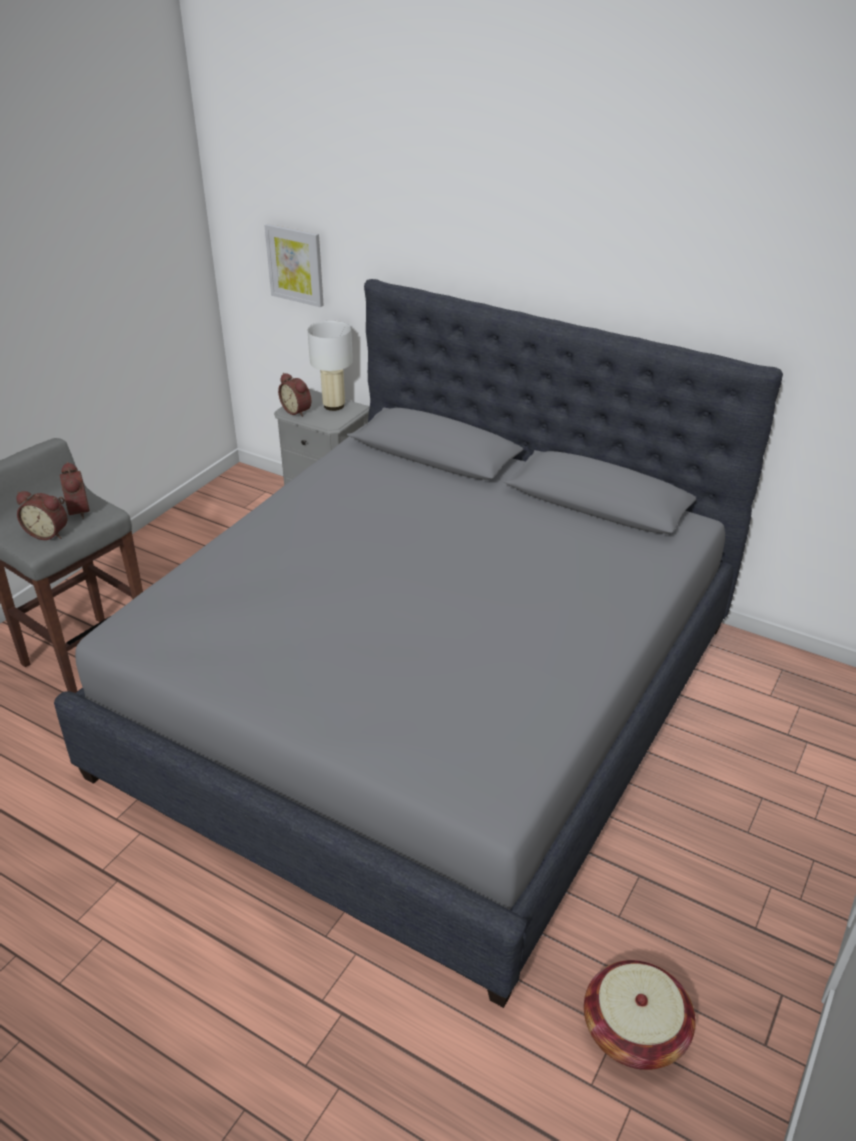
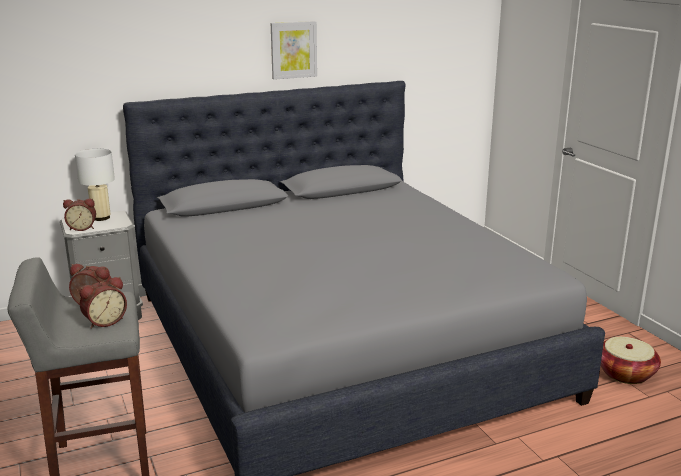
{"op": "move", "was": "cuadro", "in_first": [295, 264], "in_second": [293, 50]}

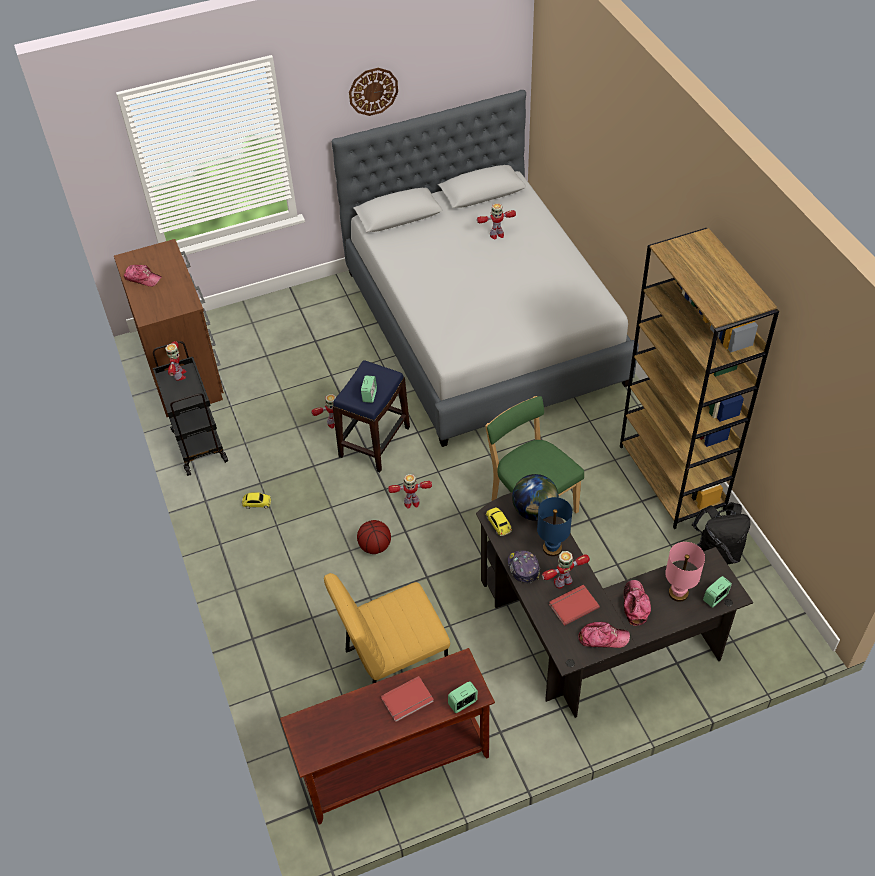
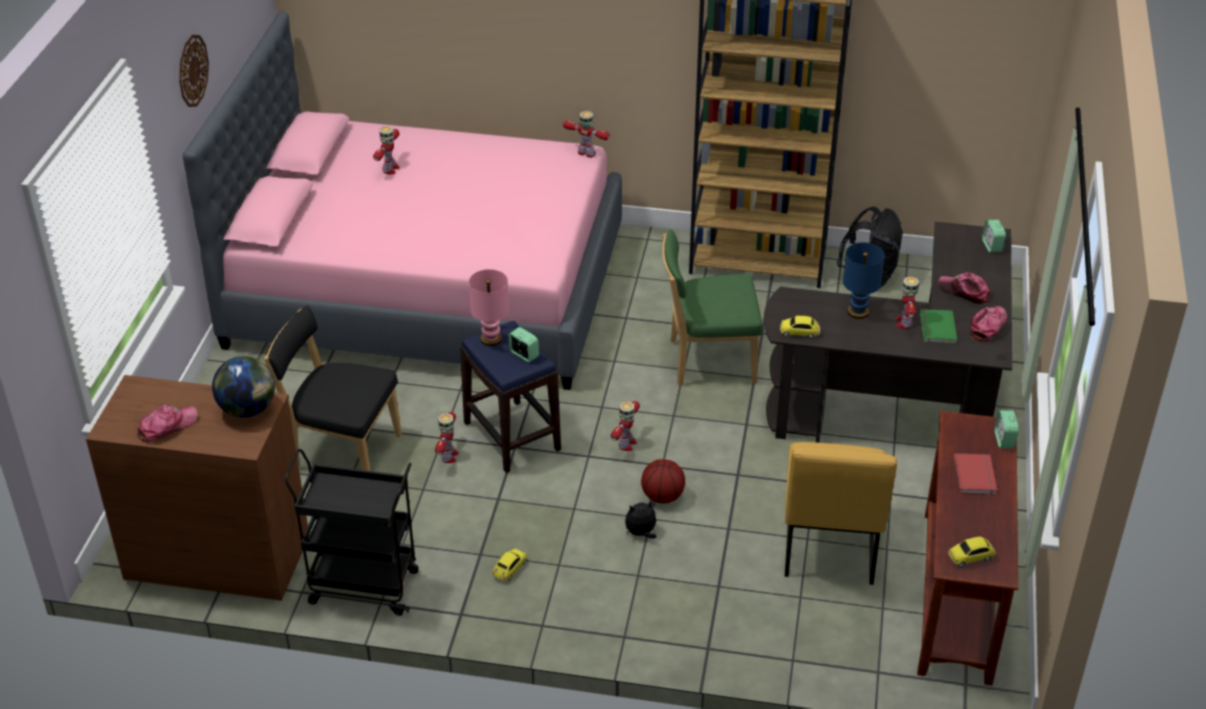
{"op": "delete", "was": "gorra", "in_first": [523, 568]}
{"op": "insert", "now": "silla [negro]", "in_second": [342, 451]}
{"op": "insert", "now": "peluche", "in_second": [641, 533]}
{"op": "insert", "now": "coche de juguete", "in_second": [971, 557]}
{"op": "move", "was": "robot de juguete", "in_first": [179, 375], "in_second": [587, 153]}
{"op": "move", "was": "globo terráqueo", "in_first": [534, 511], "in_second": [248, 409]}
{"op": "move", "was": "lámpara de mesa [rosa]", "in_first": [678, 593], "in_second": [491, 339]}
{"op": "recolor", "was": "cama [gris]", "now": "cama [rosa]", "in_first": [483, 326], "in_second": [427, 287]}
{"op": "recolor", "was": "libro [rojo]", "now": "libro [verde]", "in_first": [572, 605], "in_second": [936, 328]}

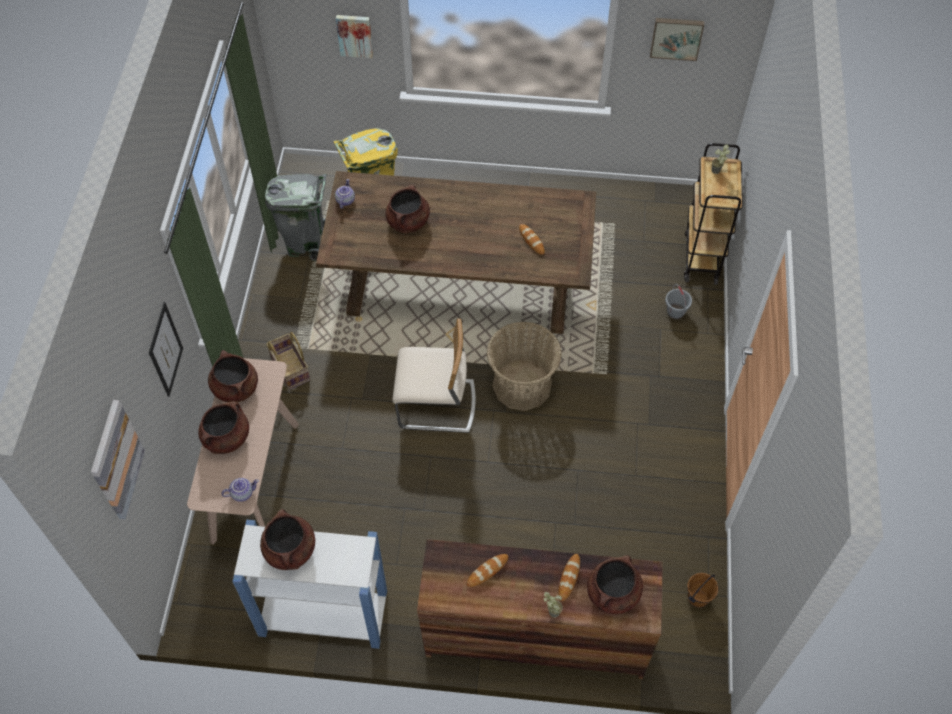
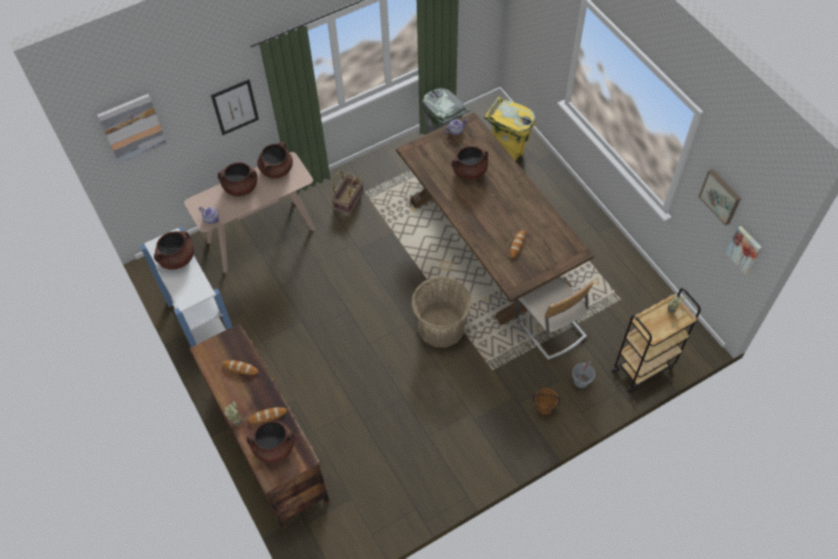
{"op": "move", "was": "cuadro", "in_first": [355, 35], "in_second": [745, 249]}
{"op": "move", "was": "silla [beis]", "in_first": [436, 405], "in_second": [550, 328]}
{"op": "move", "was": "cubo [marrón]", "in_first": [697, 598], "in_second": [544, 408]}

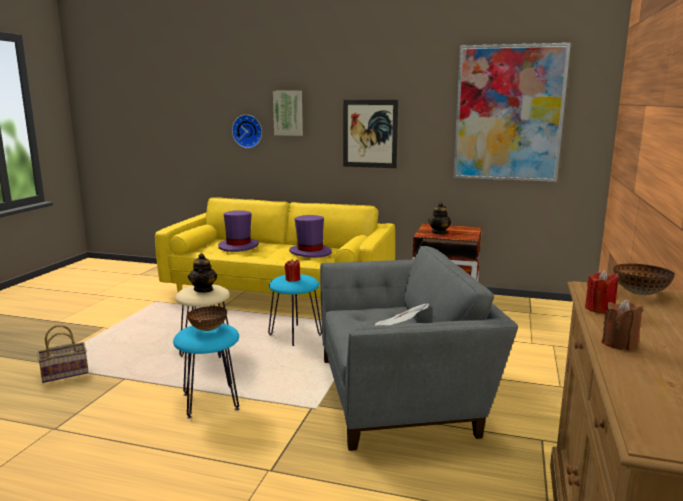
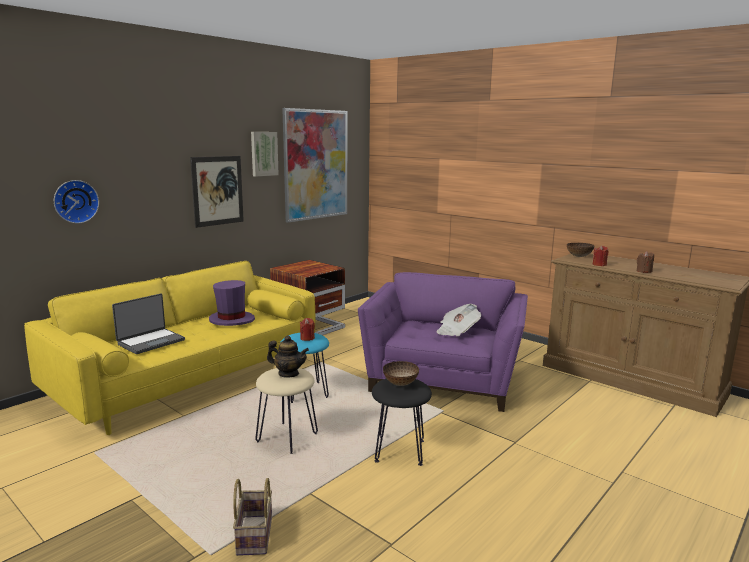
{"op": "delete", "was": "tetera", "in_first": [439, 232]}
{"op": "move", "was": "cuadro", "in_first": [288, 113], "in_second": [263, 153]}
{"op": "replace", "was": "sombrero [morado]", "now": "portátil", "in_first": [238, 246], "in_second": [150, 342]}
{"op": "recolor", "was": "taburete [turquesa]", "now": "taburete [negro]", "in_first": [211, 402], "in_second": [400, 450]}
{"op": "recolor", "was": "sillón [gris]", "now": "sillón [morado]", "in_first": [401, 394], "in_second": [443, 379]}

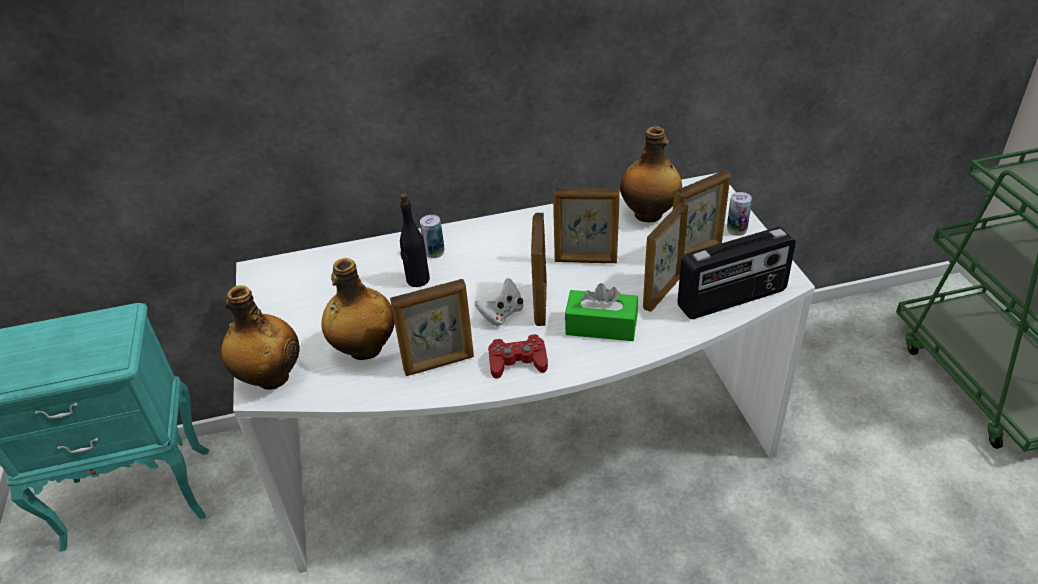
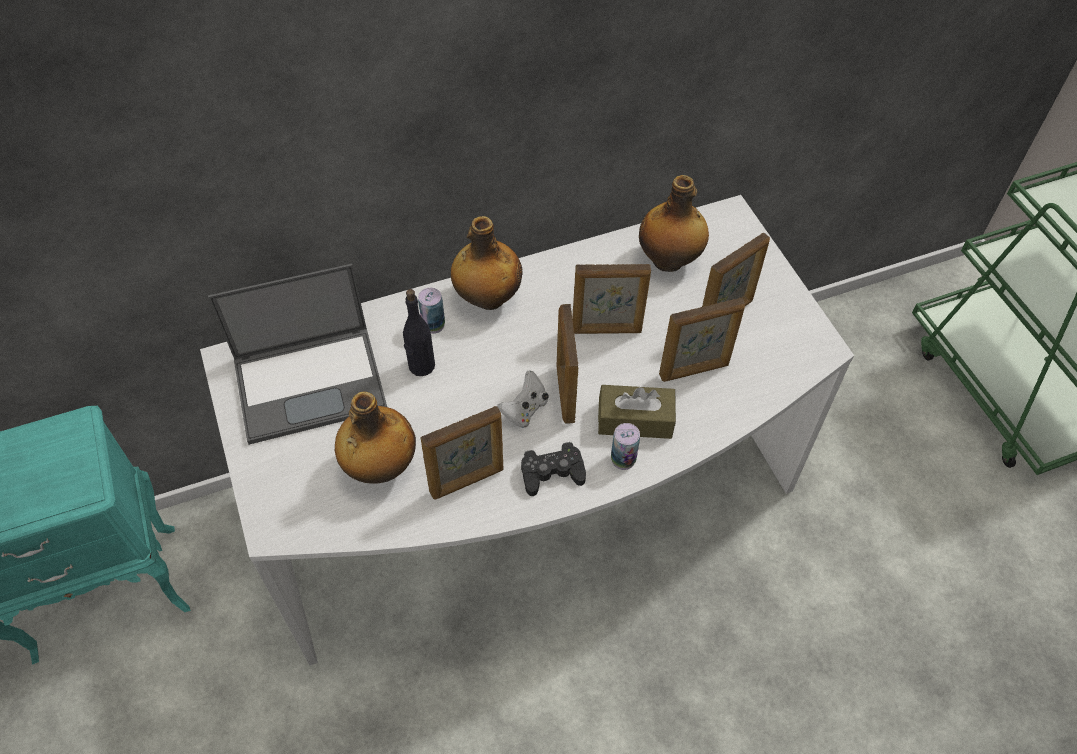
{"op": "delete", "was": "radio", "in_first": [732, 299]}
{"op": "insert", "now": "portátil", "in_second": [312, 382]}
{"op": "move", "was": "botella", "in_first": [270, 378], "in_second": [487, 298]}
{"op": "move", "was": "lata", "in_first": [736, 230], "in_second": [623, 459]}
{"op": "recolor", "was": "mando de consola [rojo]", "now": "mando de consola [negro]", "in_first": [518, 362], "in_second": [552, 473]}
{"op": "recolor", "was": "caja de pañuelos [verde]", "now": "caja de pañuelos [marrón]", "in_first": [601, 326], "in_second": [635, 420]}
{"op": "rotate", "was": "portarretratos", "in_first": [662, 292], "in_second": [694, 370], "clockwise": -135}

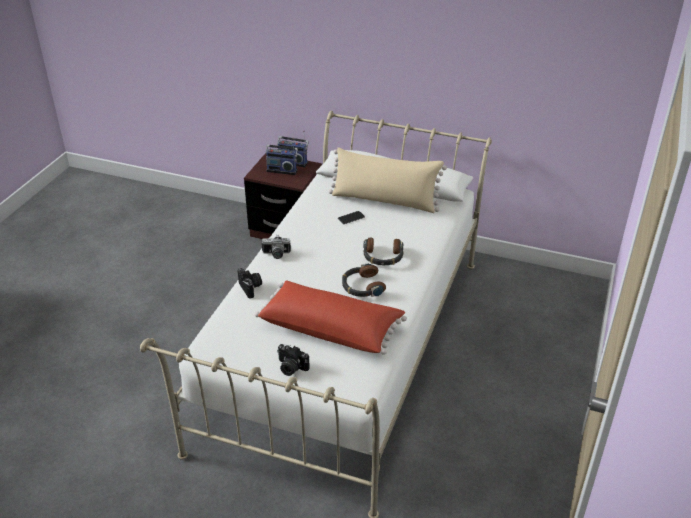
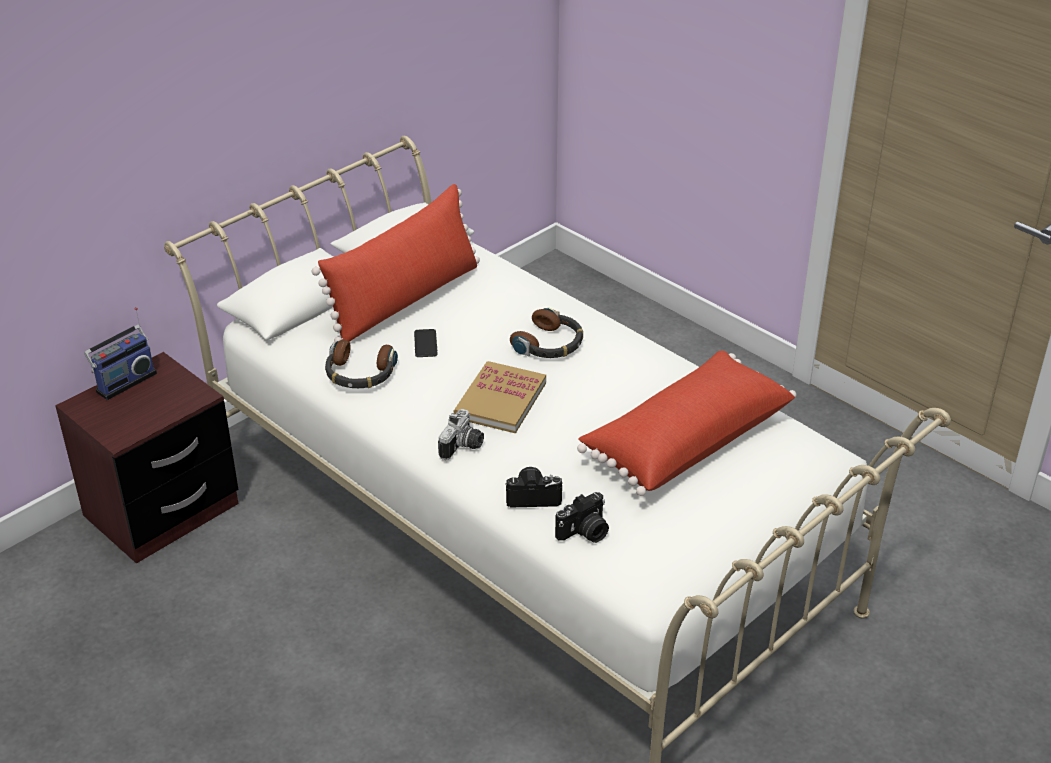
{"op": "delete", "was": "radio", "in_first": [282, 170]}
{"op": "insert", "now": "libro", "in_second": [500, 400]}
{"op": "move", "was": "cámara", "in_first": [291, 368], "in_second": [584, 533]}
{"op": "move", "was": "auriculares", "in_first": [362, 286], "in_second": [359, 373]}
{"op": "recolor", "was": "cojín [beis]", "now": "cojín [rojo]", "in_first": [384, 201], "in_second": [405, 299]}

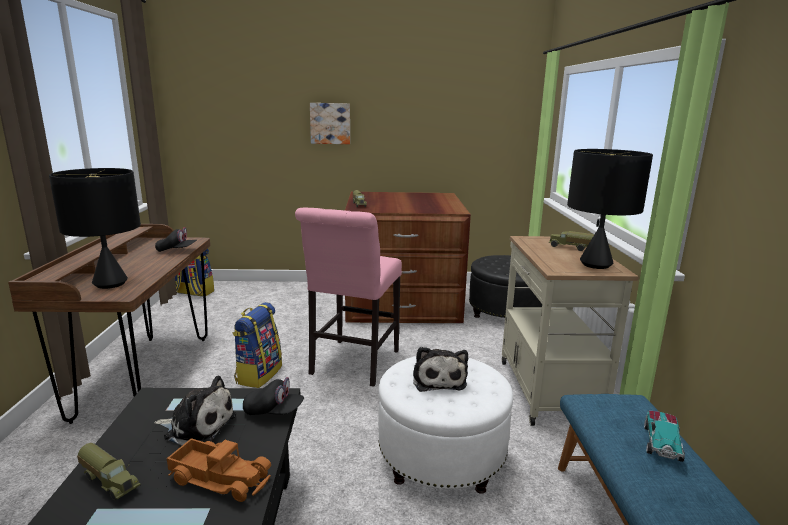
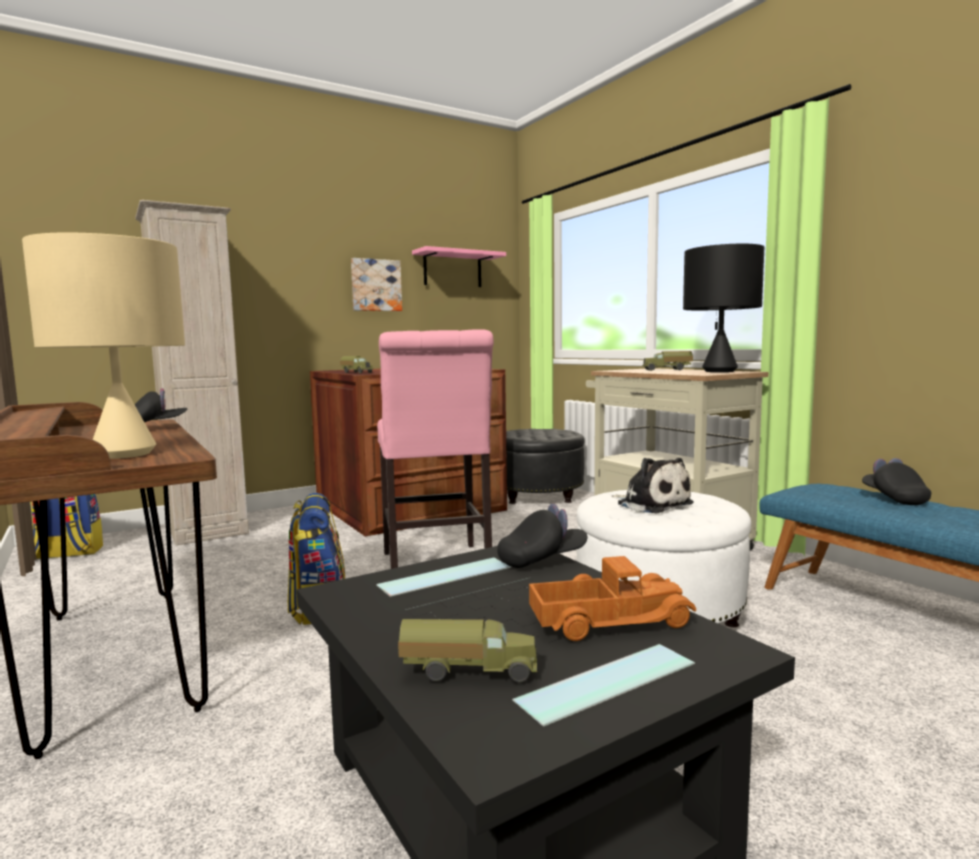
{"op": "delete", "was": "peluche", "in_first": [197, 426]}
{"op": "insert", "now": "armario [beis]", "in_second": [208, 529]}
{"op": "insert", "now": "estante [rosa]", "in_second": [452, 269]}
{"op": "move", "was": "cuadro", "in_first": [330, 123], "in_second": [375, 285]}
{"op": "replace", "was": "coche de juguete", "now": "gorra [negro]", "in_first": [662, 442], "in_second": [894, 498]}
{"op": "recolor", "was": "lámpara de mesa [negro]", "now": "lámpara de mesa [beis]", "in_first": [110, 284], "in_second": [124, 454]}

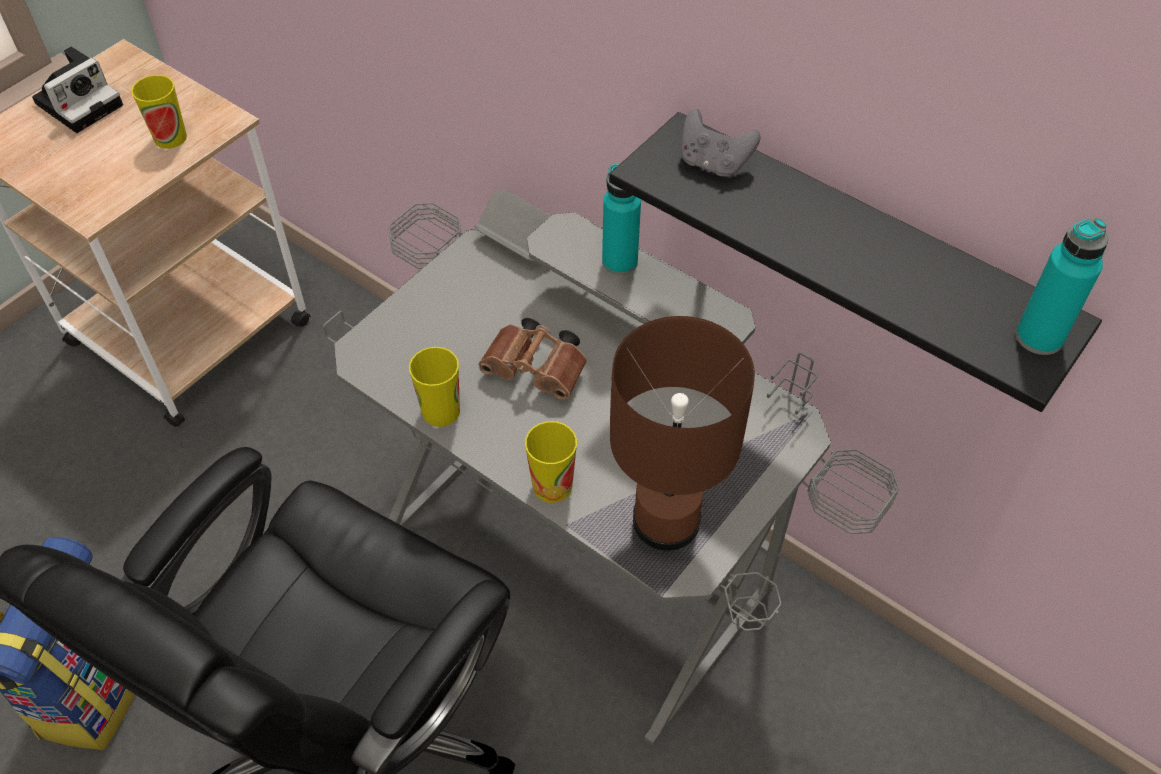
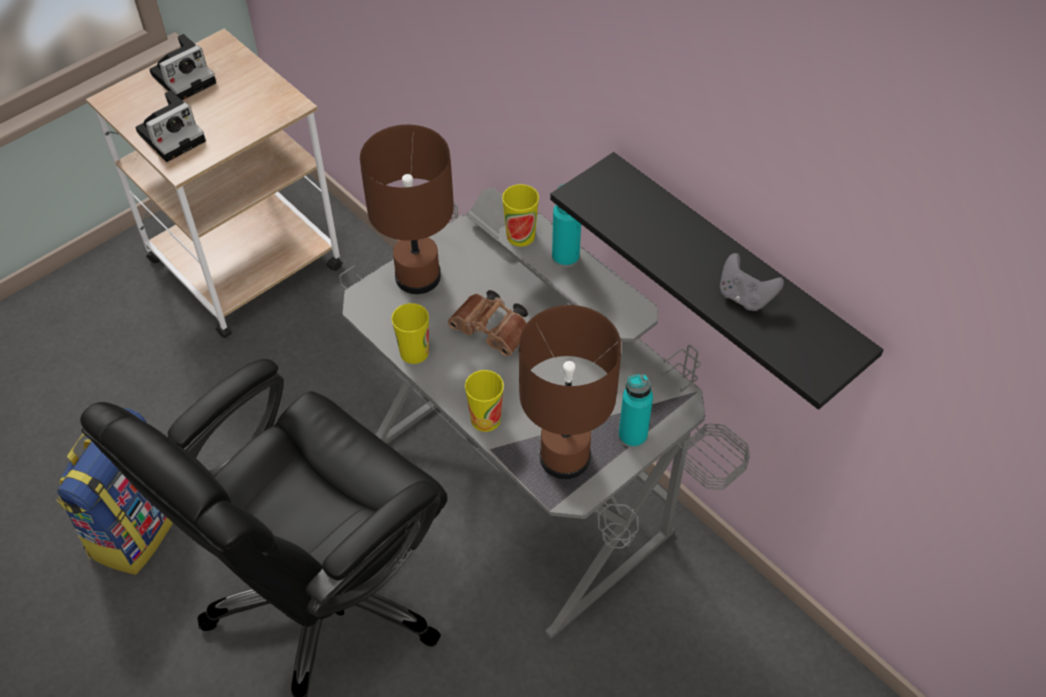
{"op": "insert", "now": "cámara", "in_second": [173, 135]}
{"op": "insert", "now": "lámpara de mesa [marrón]", "in_second": [419, 277]}
{"op": "move", "was": "taza", "in_first": [170, 137], "in_second": [520, 236]}
{"op": "move", "was": "mando de consola [gris]", "in_first": [713, 164], "in_second": [745, 297]}
{"op": "move", "was": "botella [turquesa]", "in_first": [1039, 337], "in_second": [632, 435]}

